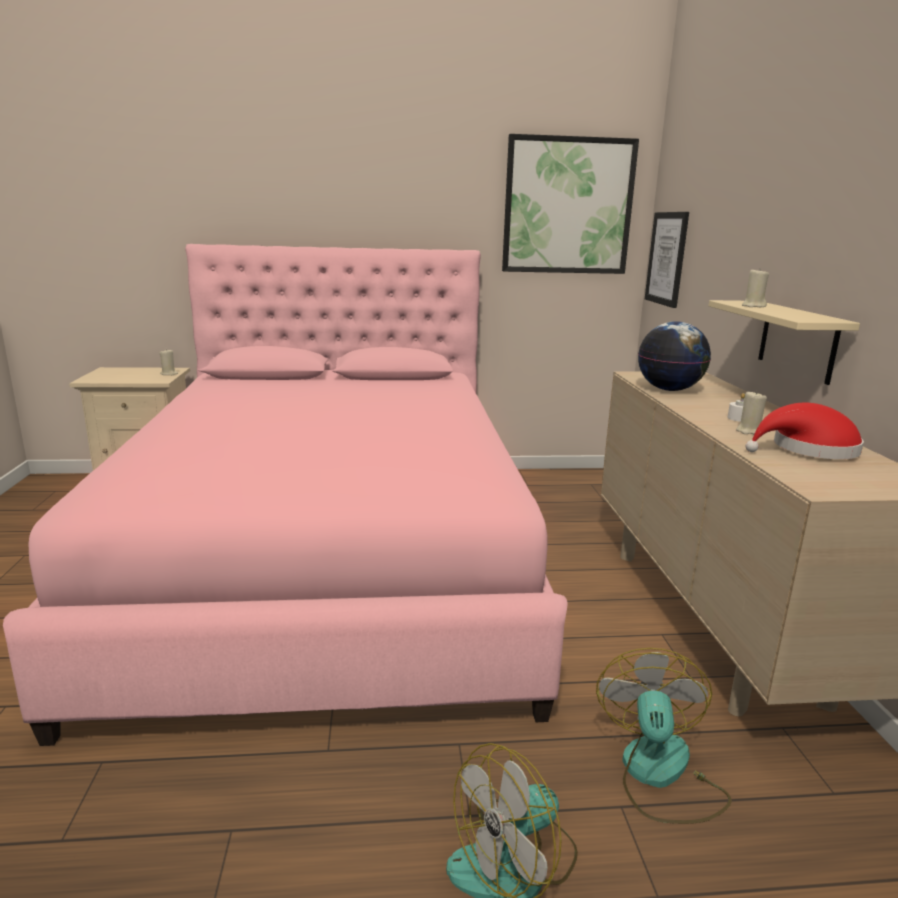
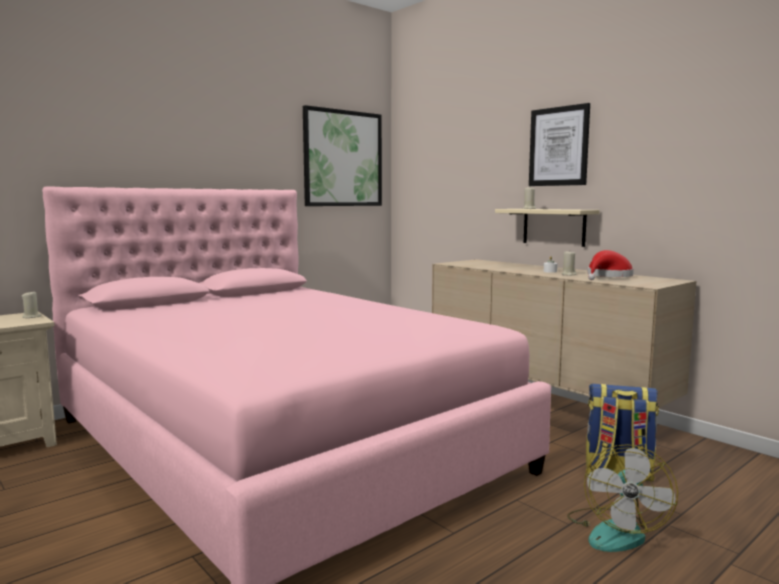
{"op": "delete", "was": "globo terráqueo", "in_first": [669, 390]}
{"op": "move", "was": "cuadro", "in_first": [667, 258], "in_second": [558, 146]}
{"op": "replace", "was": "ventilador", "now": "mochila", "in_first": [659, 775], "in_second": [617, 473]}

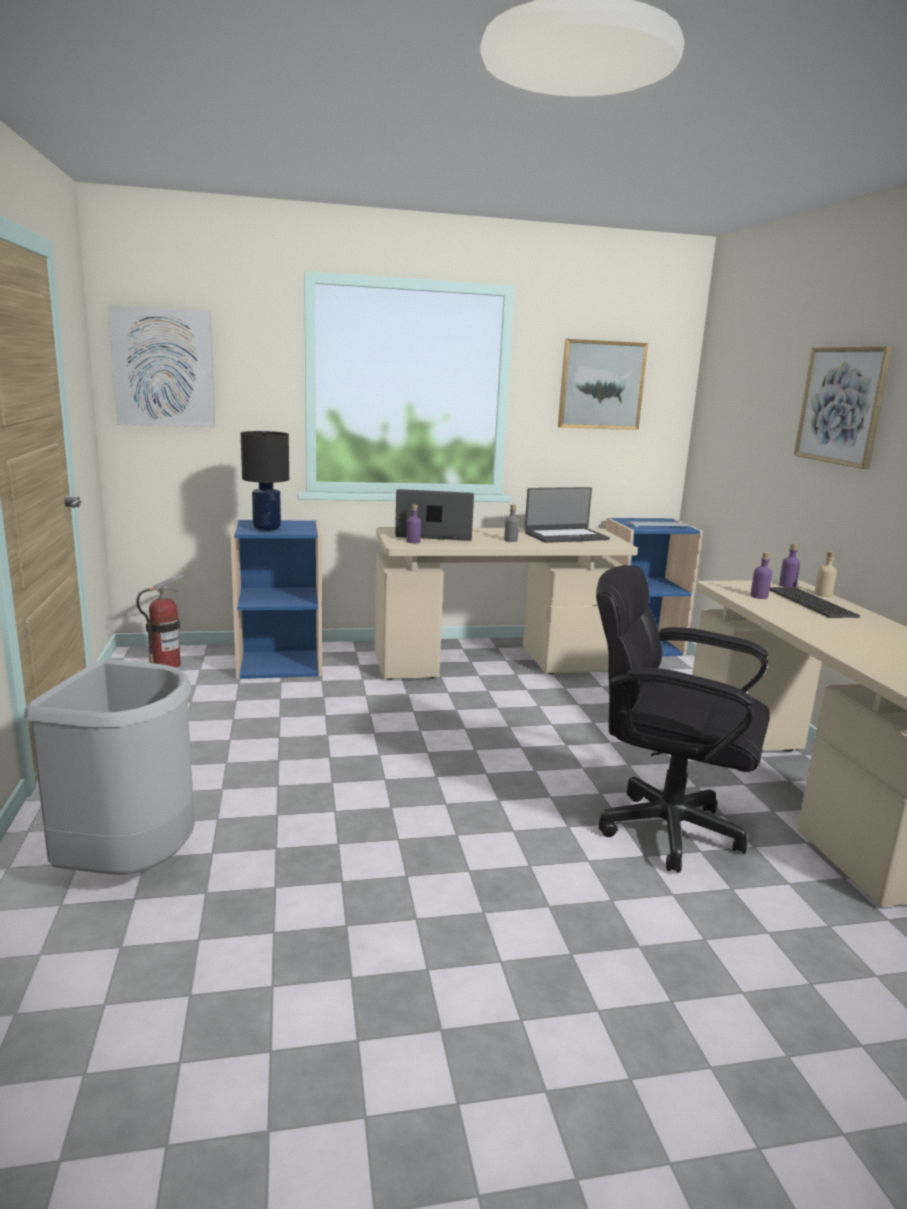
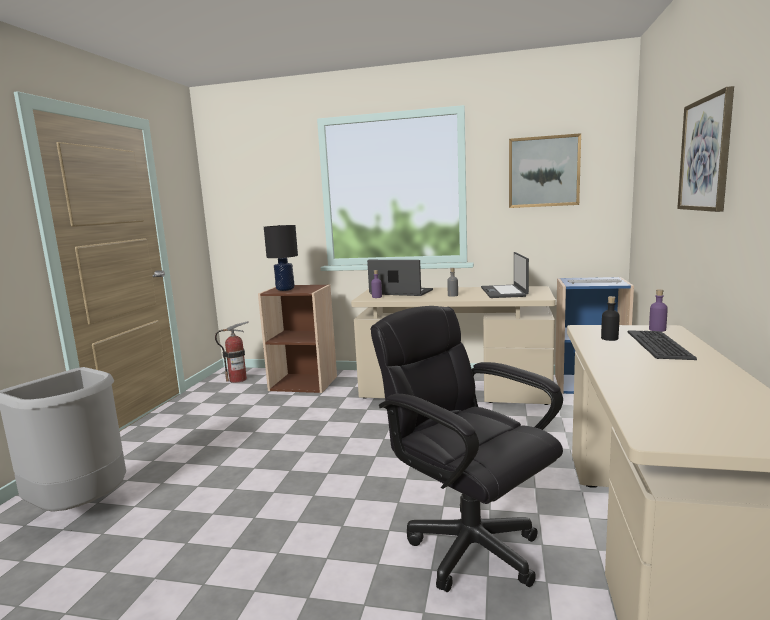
{"op": "delete", "was": "cuadro", "in_first": [164, 368]}
{"op": "delete", "was": "botella [beis]", "in_first": [823, 594]}
{"op": "recolor", "was": "estantería [azul]", "now": "estantería [marrón]", "in_first": [281, 664], "in_second": [304, 383]}
{"op": "recolor", "was": "botella [morado]", "now": "botella [negro]", "in_first": [759, 596], "in_second": [609, 338]}
{"op": "rotate", "was": "portátil", "in_first": [565, 536], "in_second": [504, 292], "clockwise": 90}

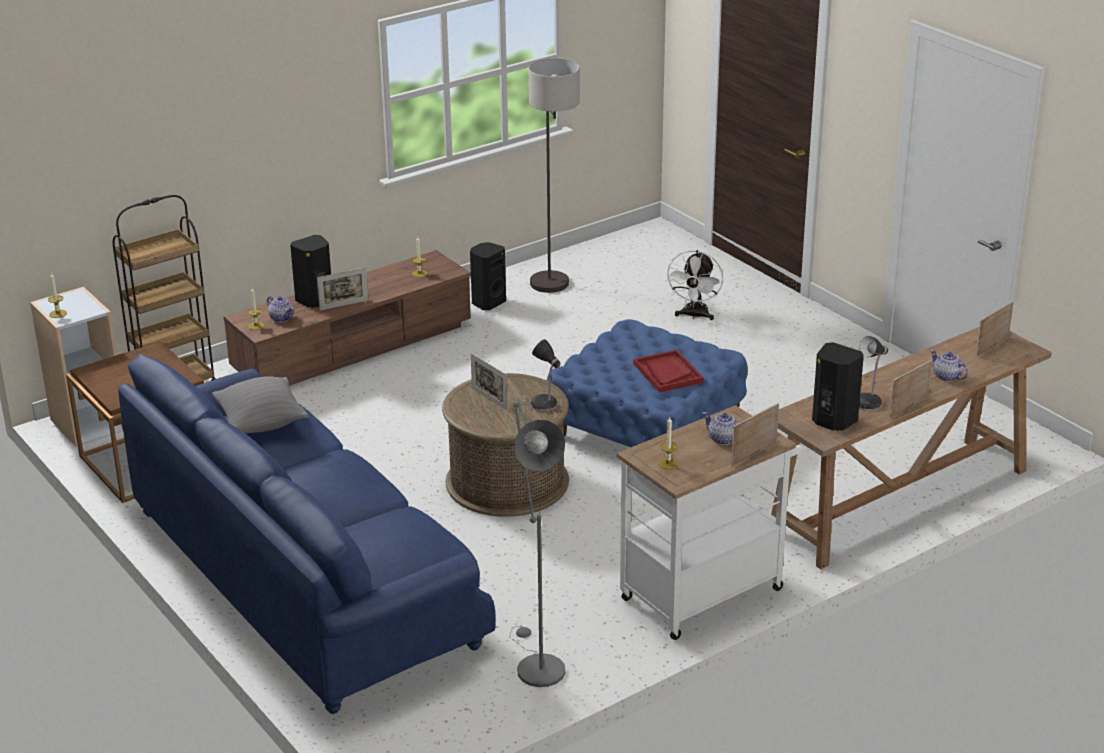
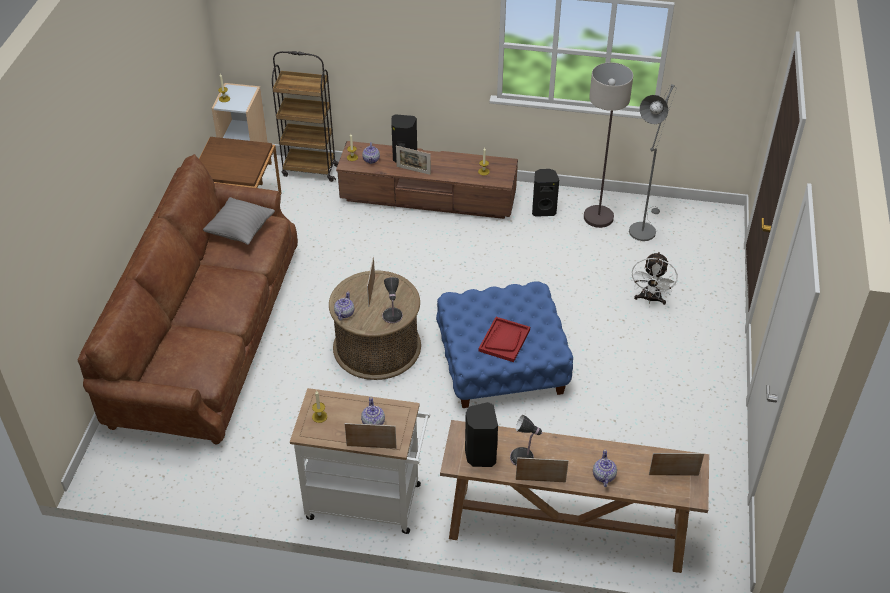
{"op": "insert", "now": "tetera", "in_second": [344, 313]}
{"op": "move", "was": "lámpara de pie [gris]", "in_first": [536, 665], "in_second": [643, 228]}
{"op": "recolor", "was": "sofá [azul]", "now": "sofá [marrón]", "in_first": [304, 578], "in_second": [207, 336]}
{"op": "rotate", "was": "ventilador [blanco]", "in_first": [694, 316], "in_second": [650, 299], "clockwise": -45}

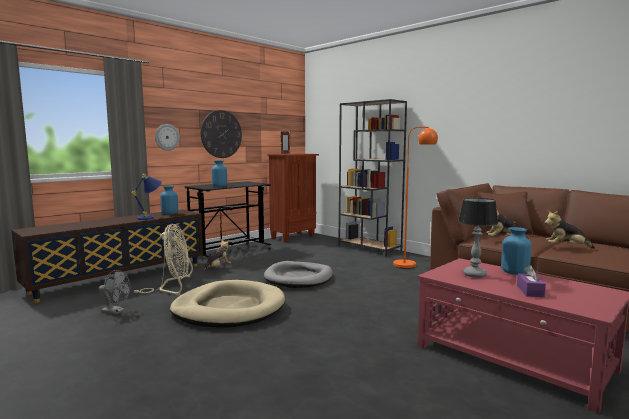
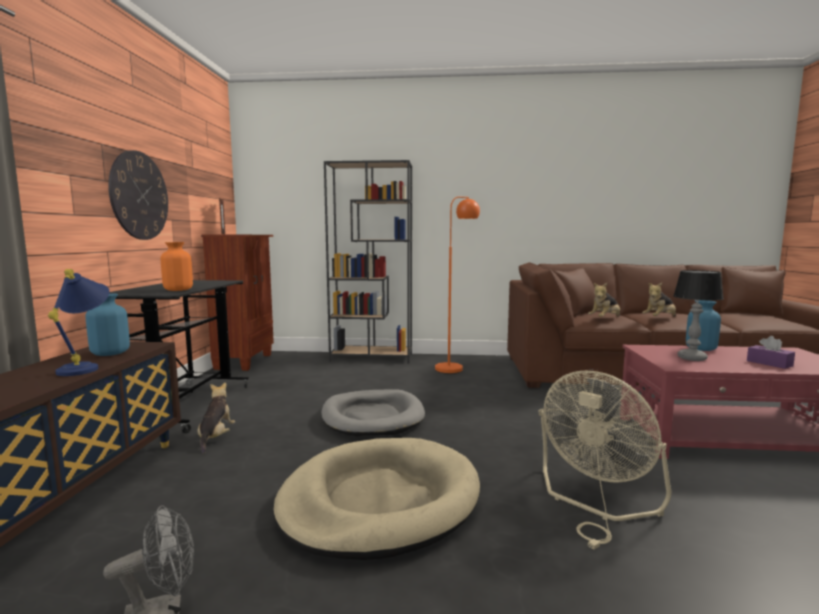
{"op": "delete", "was": "reloj de pared", "in_first": [167, 137]}
{"op": "move", "was": "ventilador [beis]", "in_first": [171, 286], "in_second": [592, 503]}
{"op": "recolor", "was": "florero [azul]", "now": "florero [naranja]", "in_first": [219, 186], "in_second": [178, 290]}

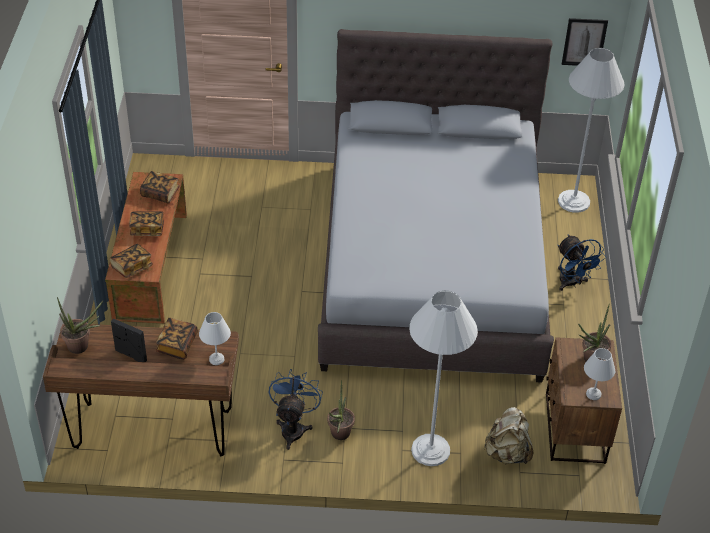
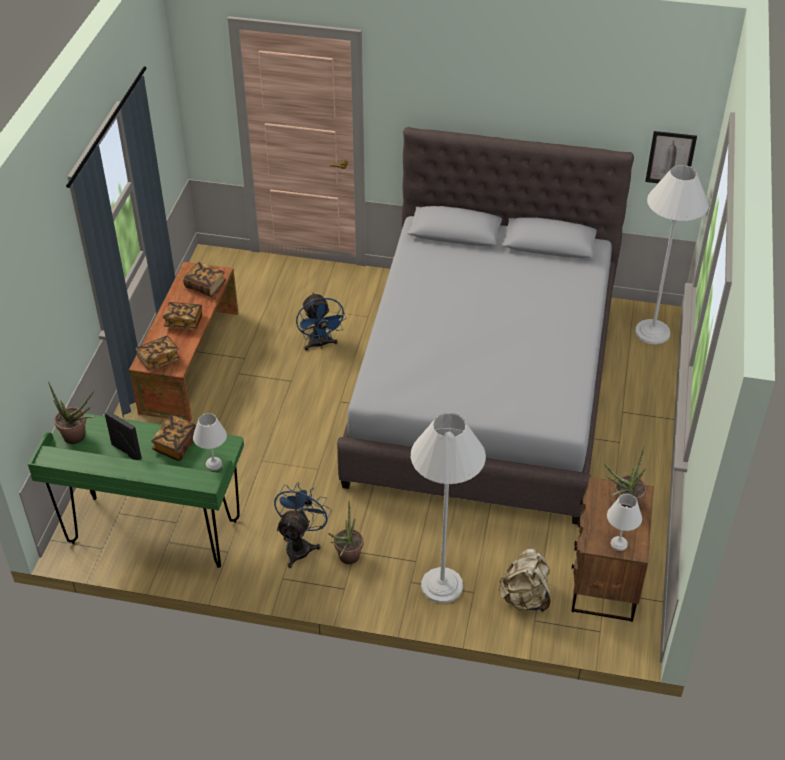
{"op": "move", "was": "ventilador [azul]", "in_first": [572, 283], "in_second": [320, 344]}
{"op": "recolor", "was": "escritorio [marrón]", "now": "escritorio [verde]", "in_first": [153, 430], "in_second": [154, 532]}

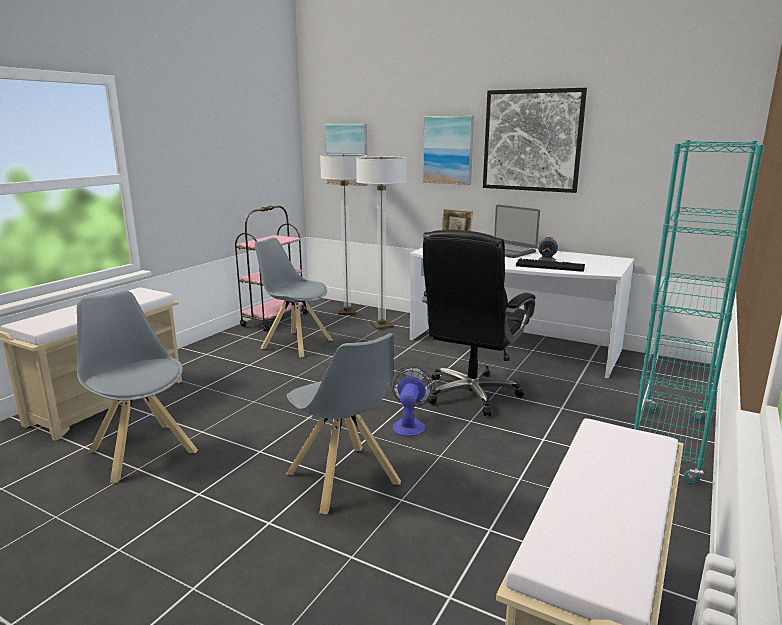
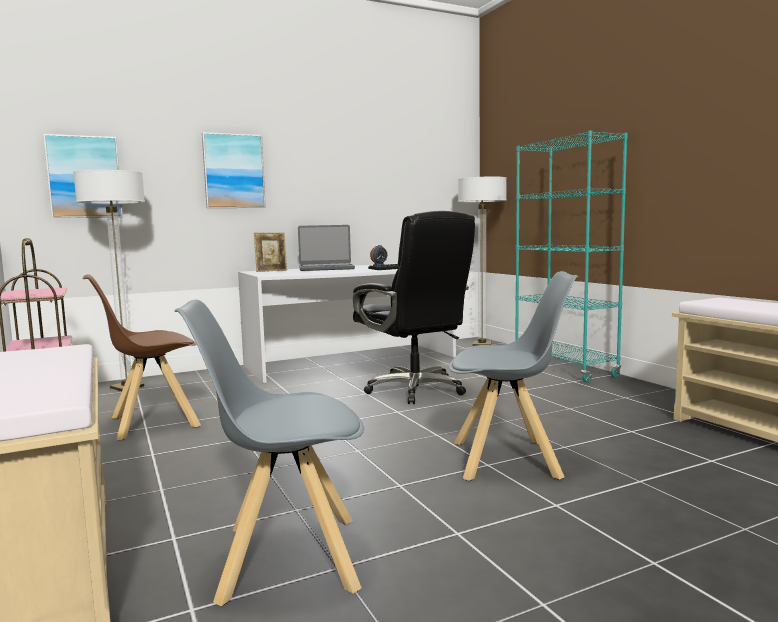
{"op": "delete", "was": "ventilador", "in_first": [409, 424]}
{"op": "delete", "was": "cuadro", "in_first": [532, 140]}
{"op": "move", "was": "lámpara de pie", "in_first": [382, 326], "in_second": [482, 344]}
{"op": "recolor", "was": "silla [gris]", "now": "silla [marrón]", "in_first": [295, 344], "in_second": [151, 422]}

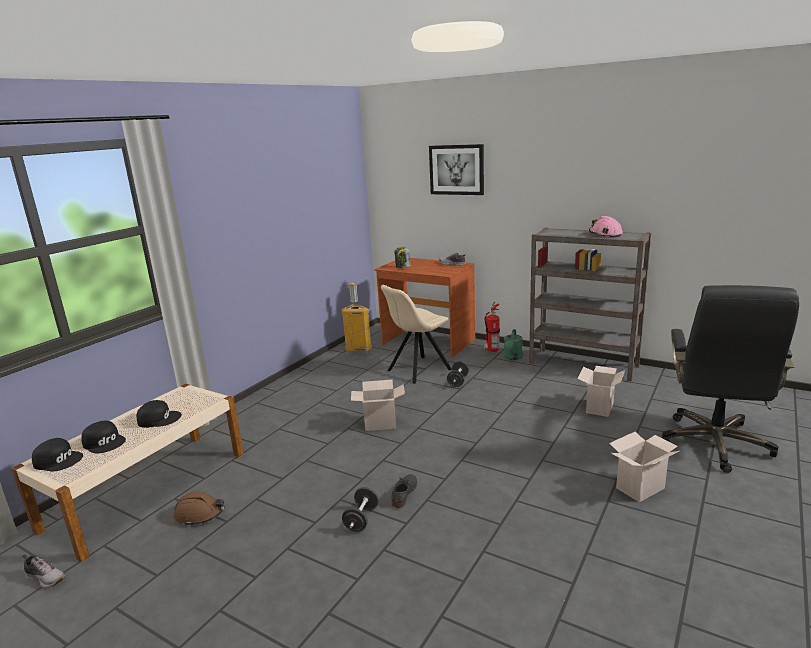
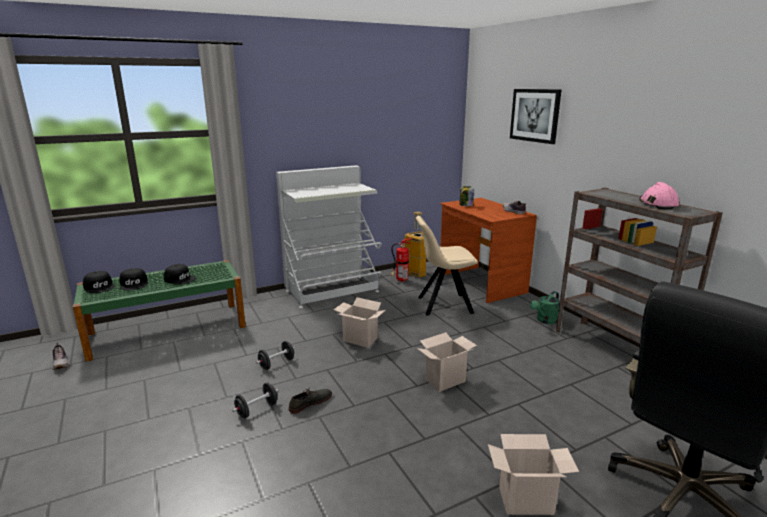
{"op": "delete", "was": "casco [marrón]", "in_first": [200, 514]}
{"op": "insert", "now": "zapatero [blanco]", "in_second": [333, 292]}
{"op": "move", "was": "mancuerna [negro]", "in_first": [458, 381], "in_second": [276, 363]}
{"op": "move", "was": "extintor", "in_first": [491, 351], "in_second": [400, 280]}
{"op": "move", "was": "caja de cartón", "in_first": [598, 407], "in_second": [445, 380]}
{"op": "recolor", "was": "banco [beis]", "now": "banco [verde]", "in_first": [147, 489], "in_second": [168, 329]}

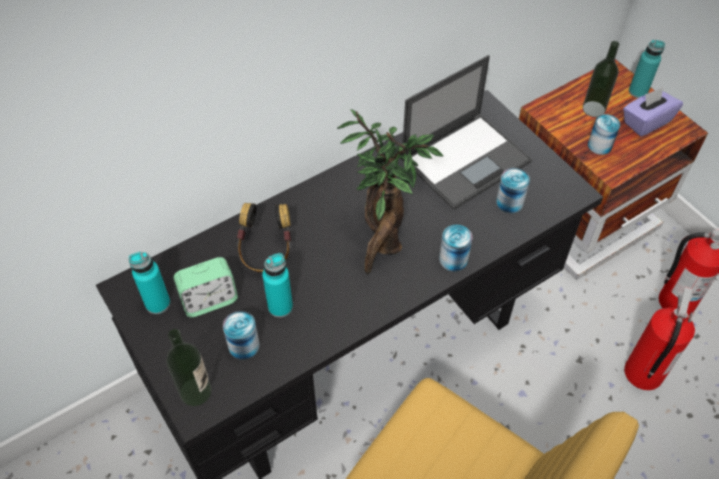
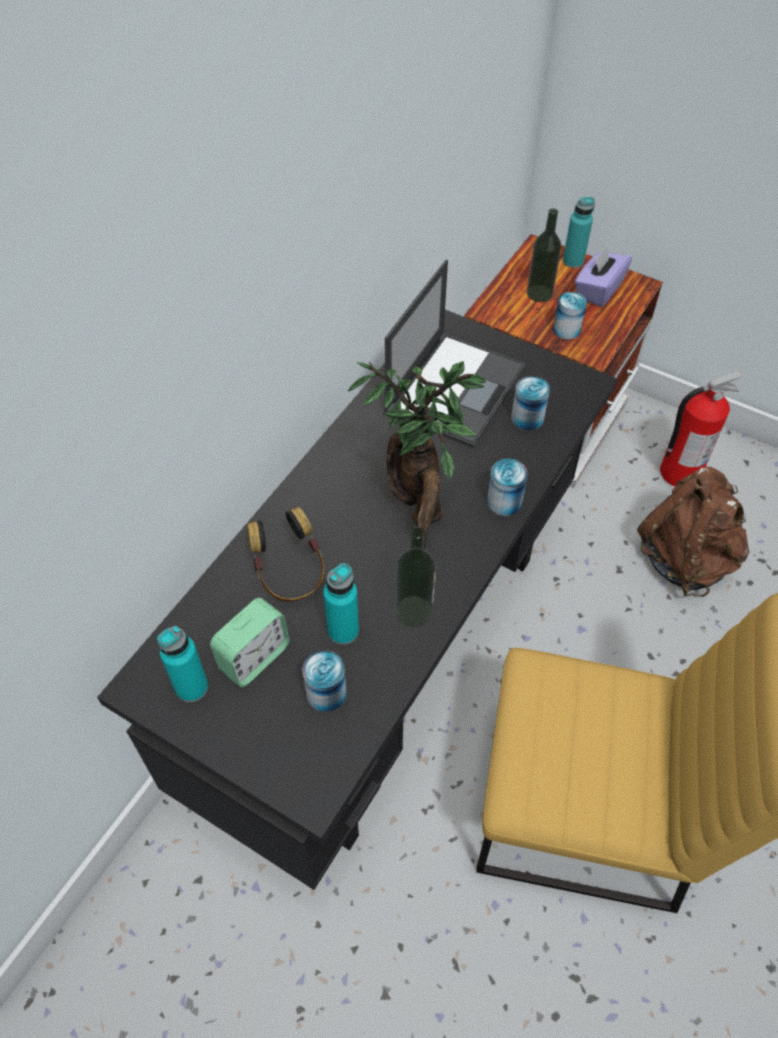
{"op": "move", "was": "botella", "in_first": [195, 391], "in_second": [414, 611]}
{"op": "replace", "was": "extintor", "now": "mochila [marrón]", "in_first": [642, 373], "in_second": [685, 559]}

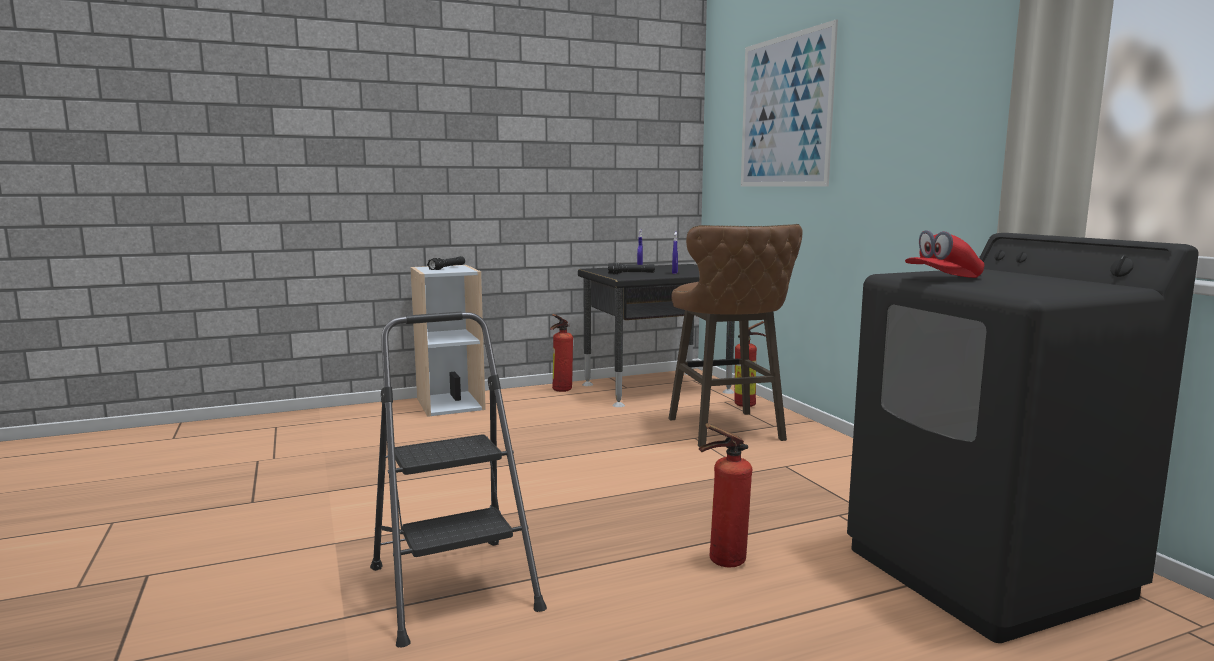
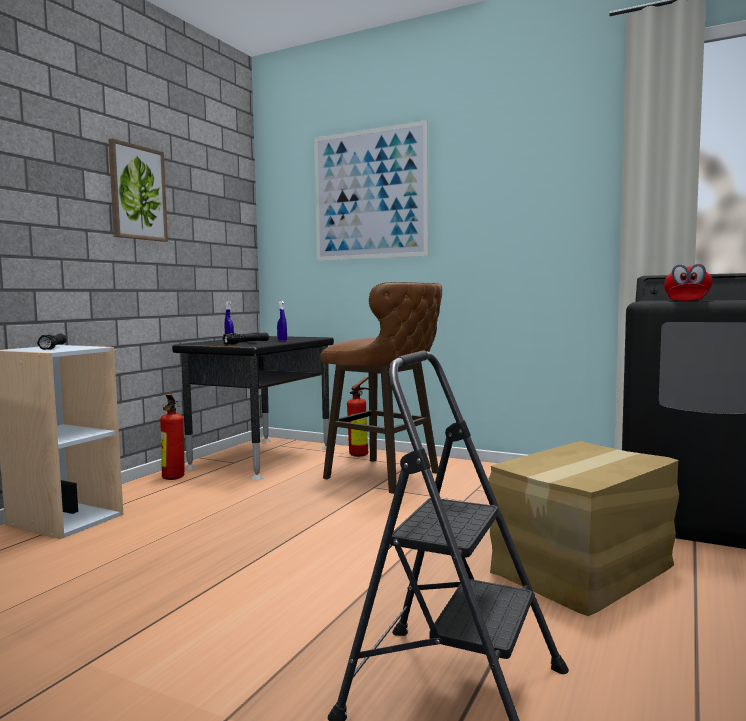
{"op": "insert", "now": "cuadro", "in_second": [137, 193]}
{"op": "replace", "was": "extintor", "now": "caja de cartón", "in_first": [721, 561], "in_second": [584, 569]}

